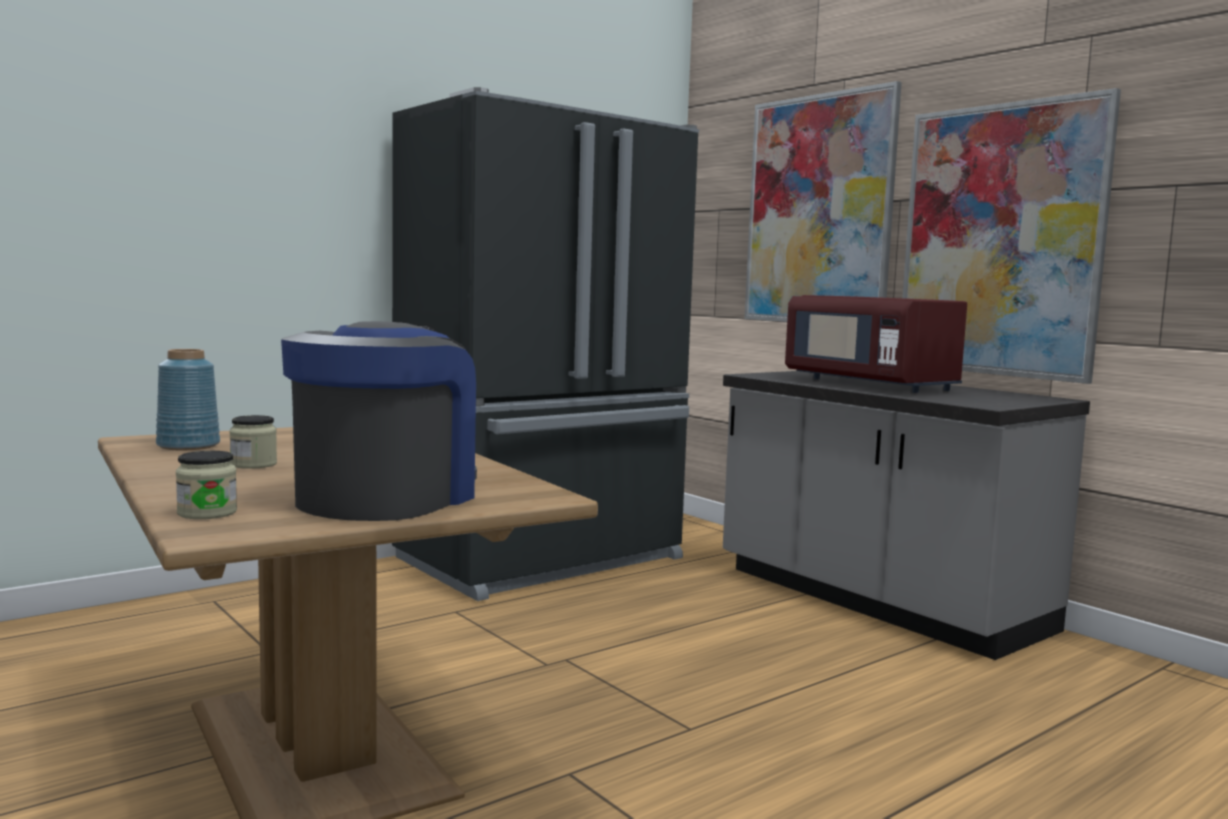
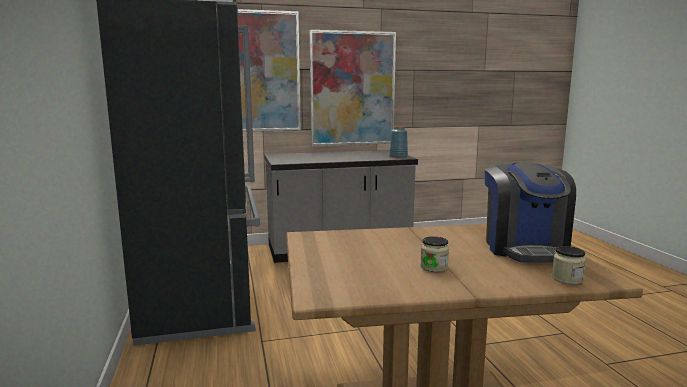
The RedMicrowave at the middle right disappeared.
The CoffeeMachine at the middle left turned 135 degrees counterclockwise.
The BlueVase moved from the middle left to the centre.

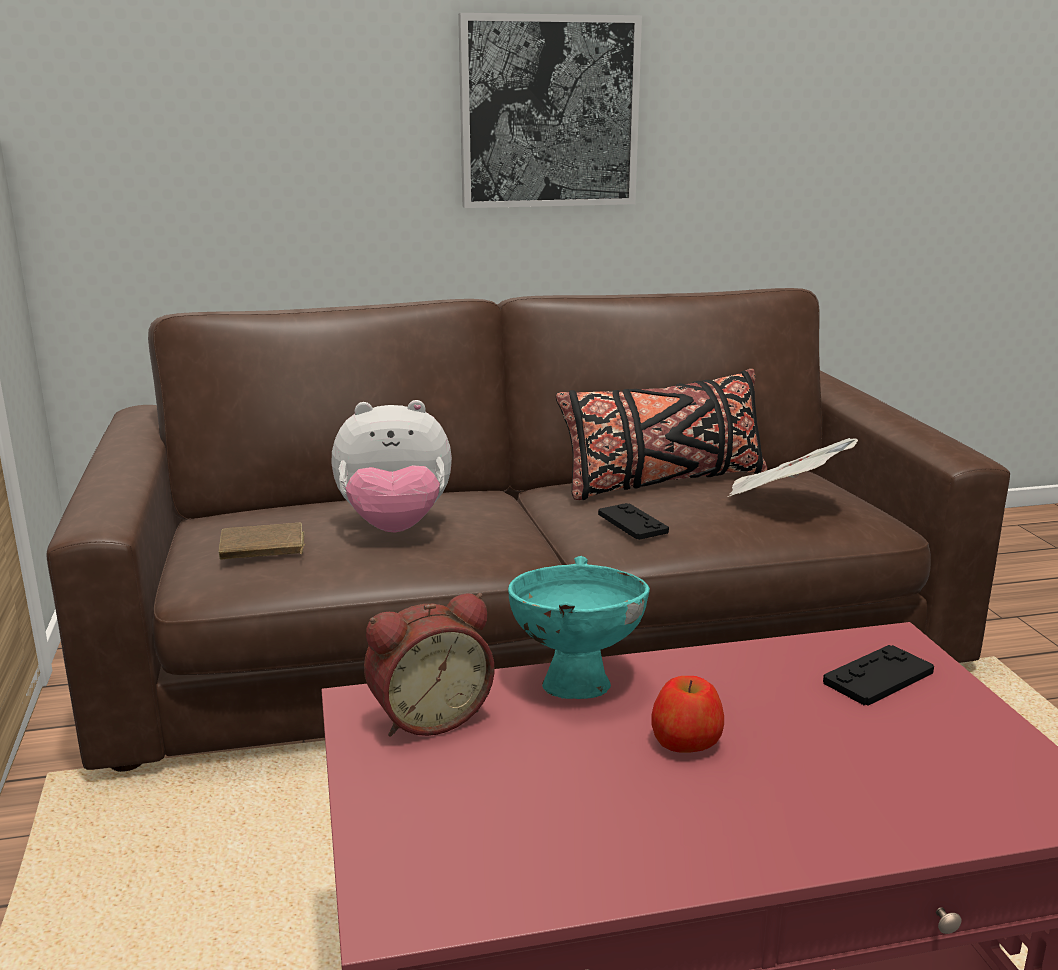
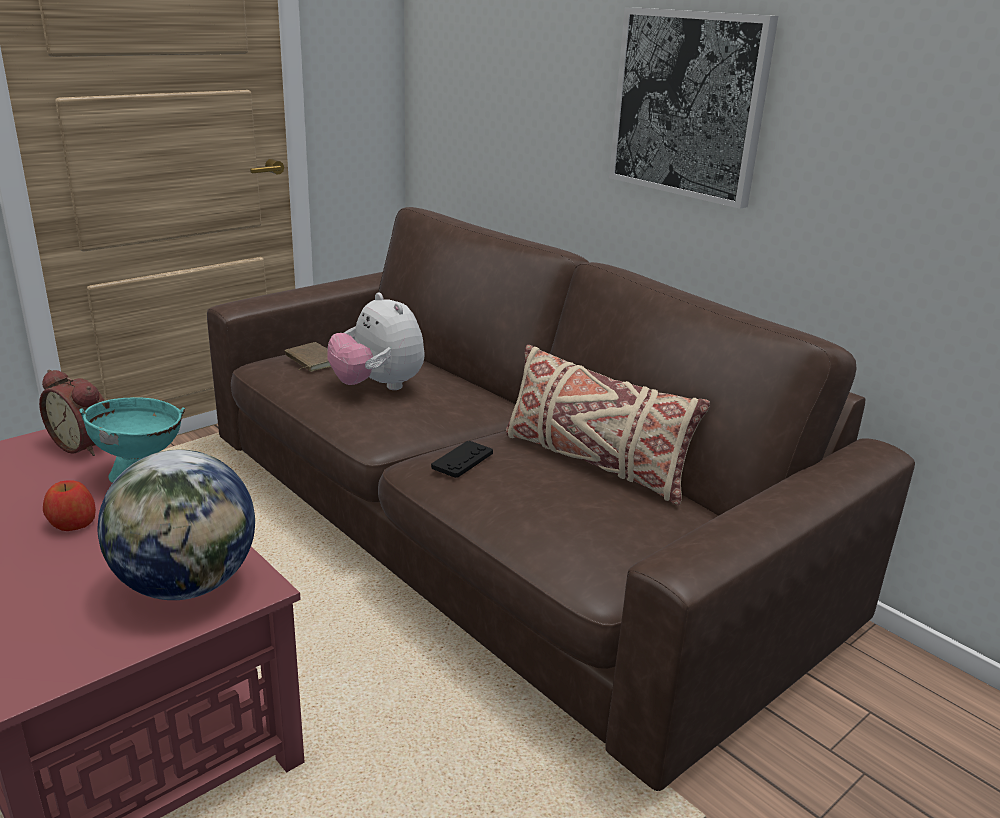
The BlackPillow at the centre became the BeigePillow at the centre.
The Newspaper at the middle right disappeared.
The BlackGameController (no. 2 from left) at the bottom right was replaced by the Globe at the middle left.

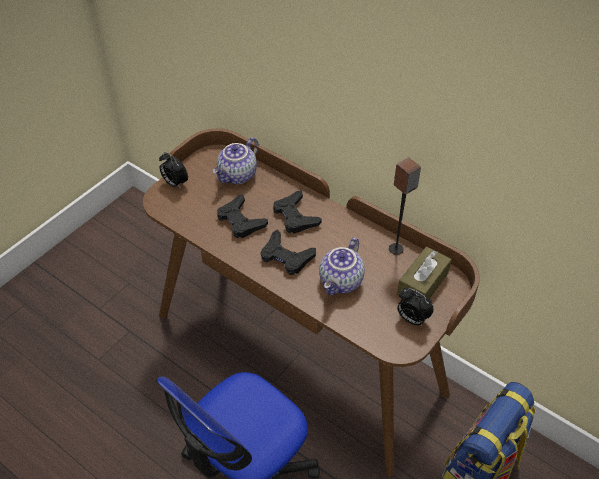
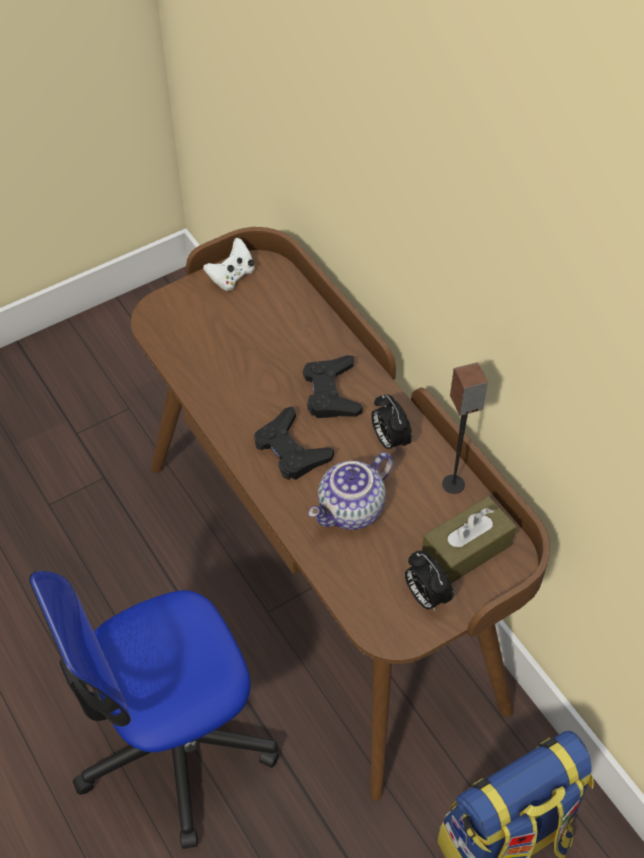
The Teapot (no. 1 from left) at the centre disappeared.
The AlarmClock (no. 1 from left) moved from the middle left to the centre.
The BlackGameController (no. 1 from left) at the centre disappeared.
The WhiteGameController at the top centre appeared.

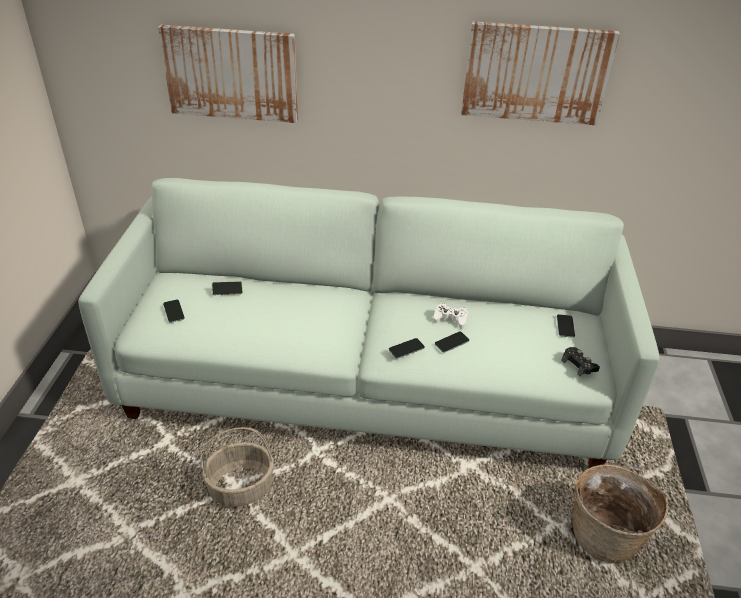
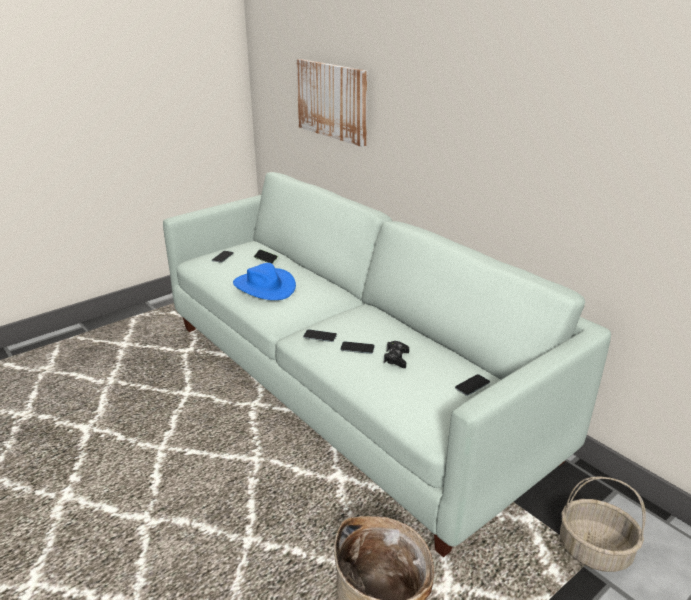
The Picture (no. 2 from left) at the top right disappeared.
The WhiteGameController at the centre disappeared.
The BlackGameController moved from the middle right to the centre.
The Basket (no. 1 from left in the first image) moved from the bottom left to the bottom right.
The BlueHat at the centre appeared.

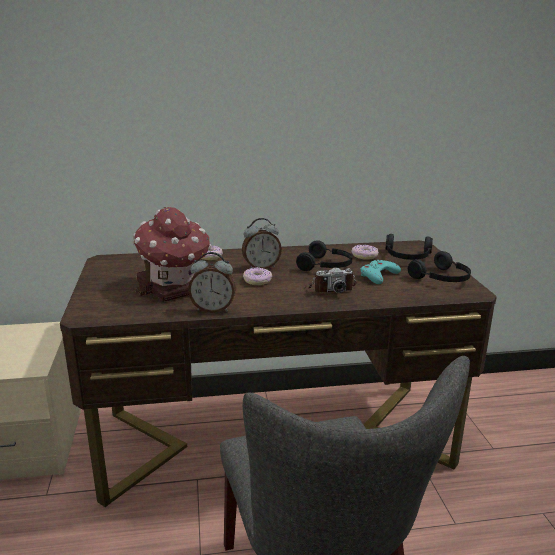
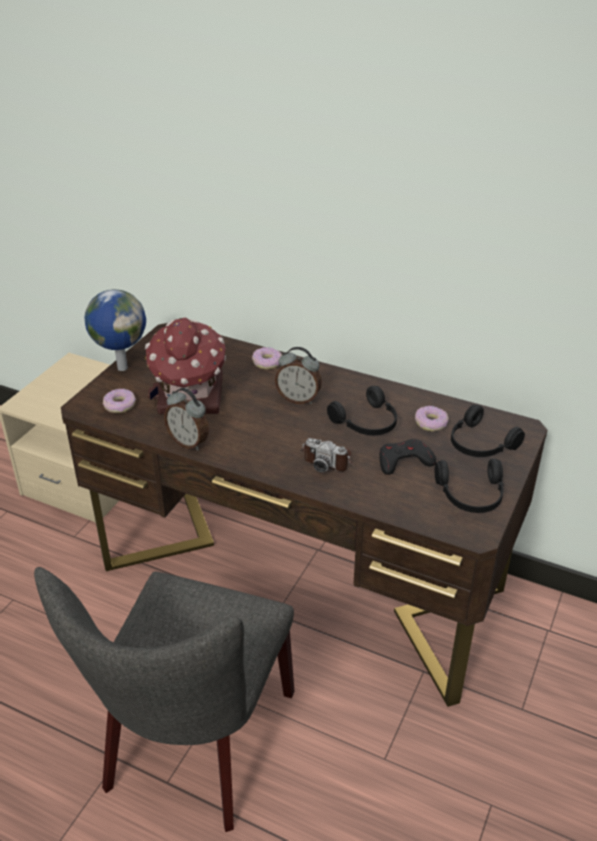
The TurquoiseGameController at the middle right became the BlackGameController at the middle right.
The Donut (no. 2 from left in the first image) moved from the centre to the middle left.
The Globe at the middle left appeared.

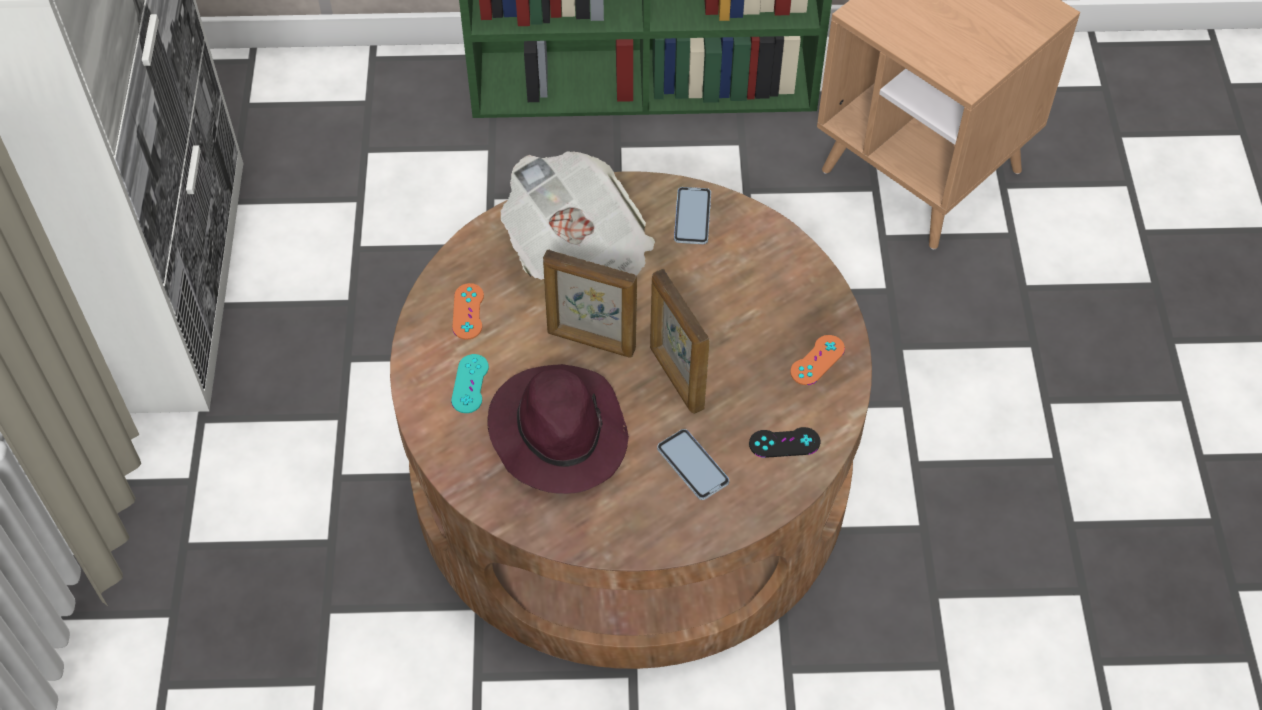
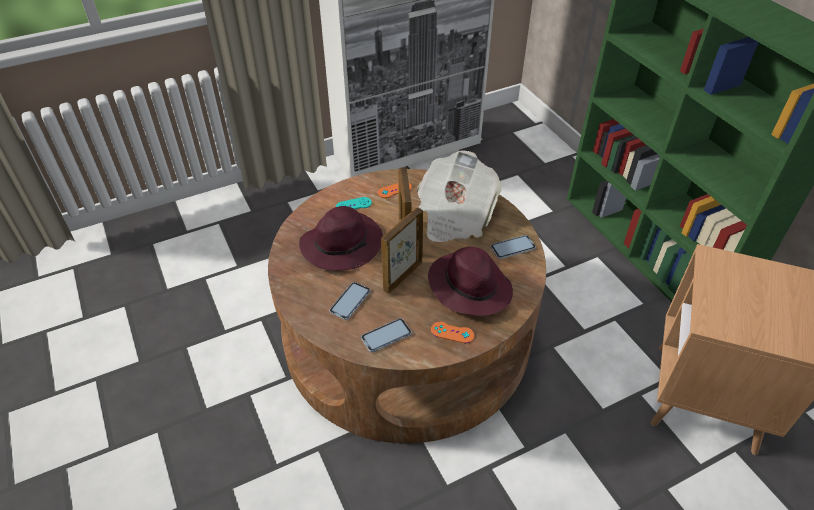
The BlackGameController at the centre was replaced by the Phone (no. 2 from left) at the centre.
The PurpleHat (no. 2 from left) at the centre appeared.

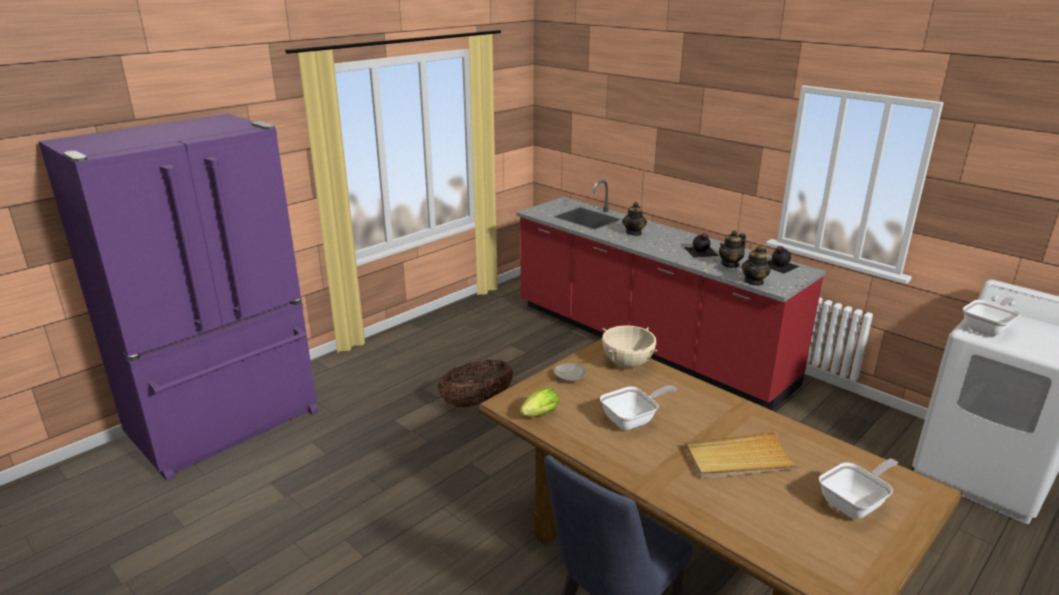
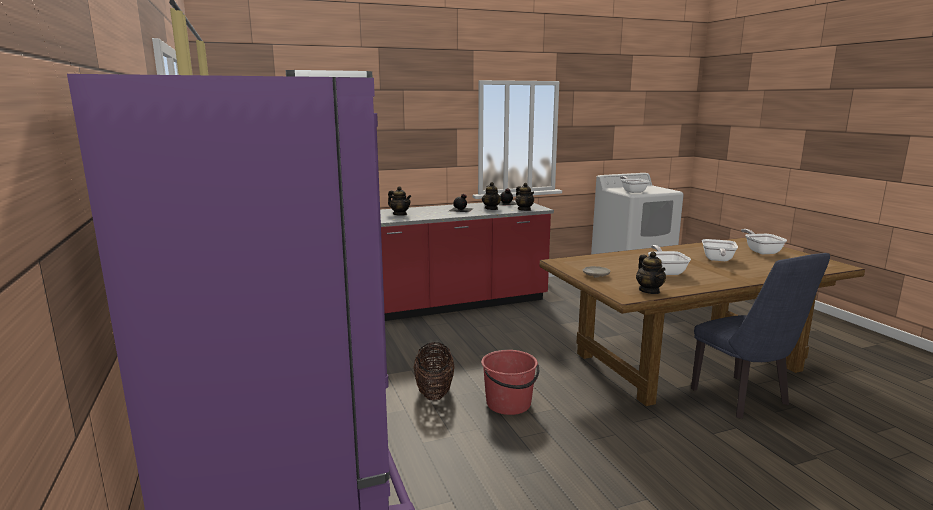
The BeigeCookingPot at the centre disappeared.
The Lettuce at the bottom centre was replaced by the Teapot (no. 4 from left) at the middle right.
The BeigeTray at the bottom right was replaced by the FryingPan (no. 3 from left) at the middle right.
The RedBucket at the bottom centre appeared.

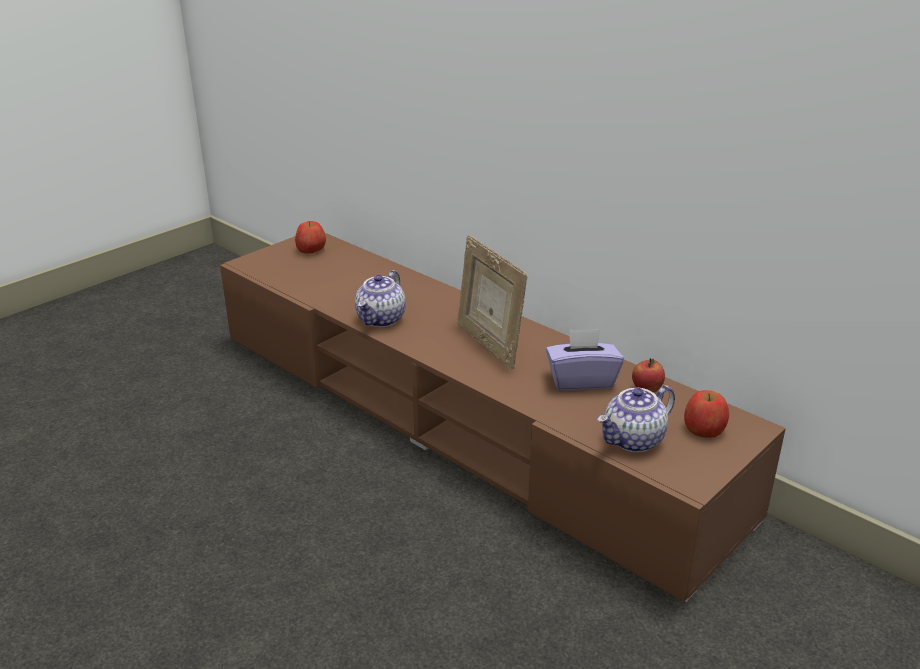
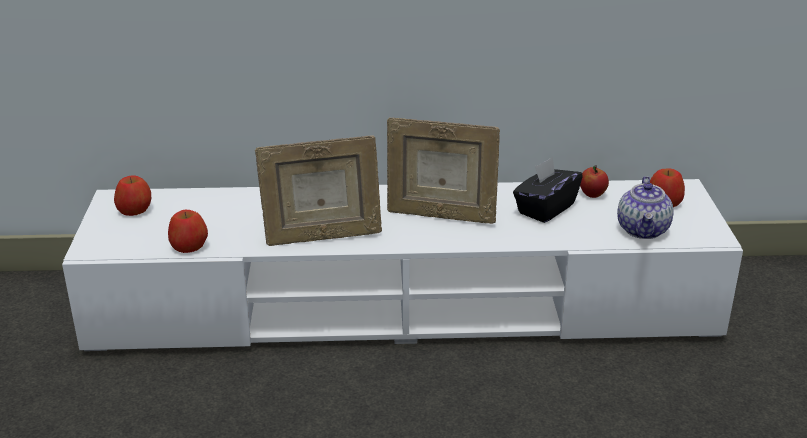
The BrownTvStand at the centre became the WhiteTvStand at the centre.
The Teapot (no. 1 from left) at the centre was replaced by the PictureFrame (no. 1 from left) at the centre.
The PurpleTissueBox at the centre became the BlackTissueBox at the middle right.
The Apple (no. 2 from left) at the middle left appeared.

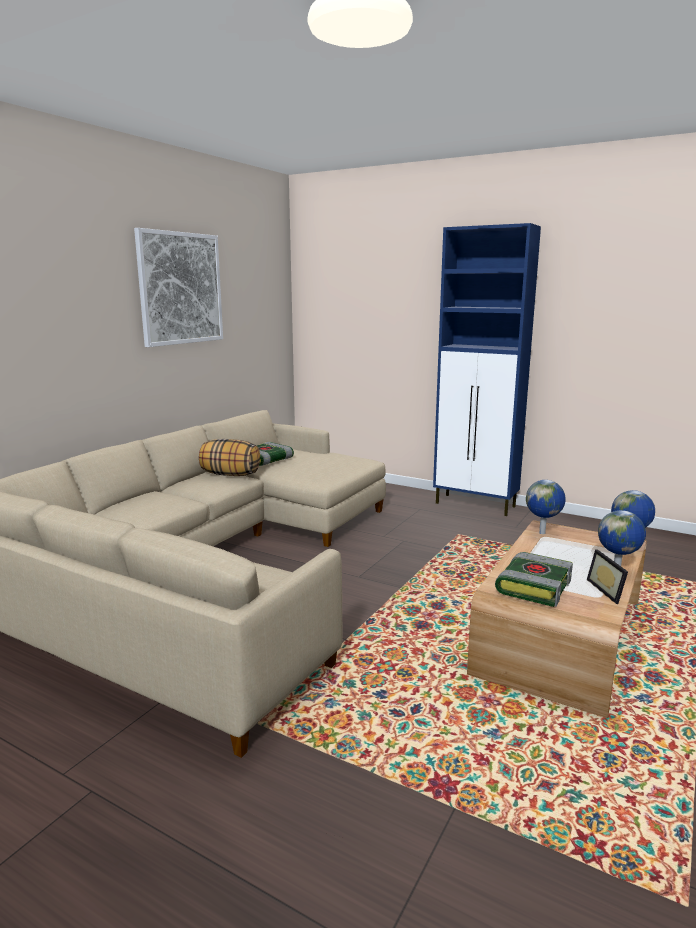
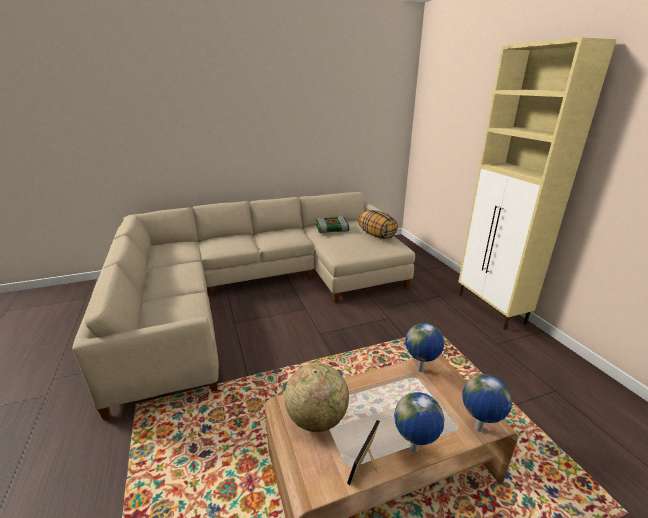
The BlueCabinet at the middle right became the BeigeCabinet at the middle right.
The Picture at the top left disappeared.
The Pillow moved from the middle left to the centre.
The Book (no. 2 from left) at the middle right was replaced by the Globe (no. 1 from left) at the bottom centre.

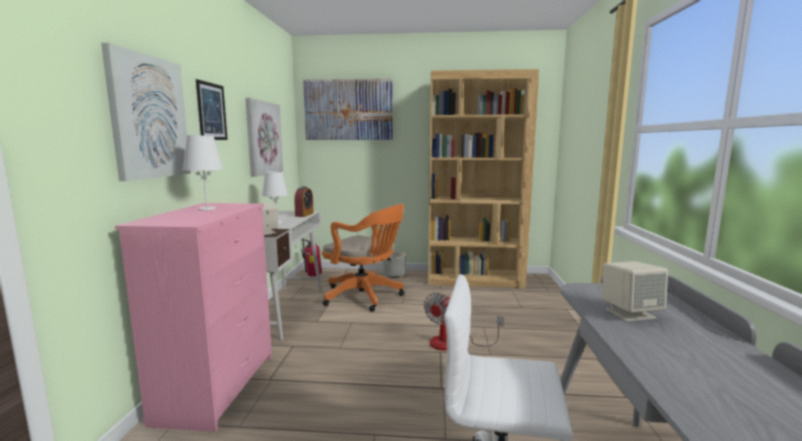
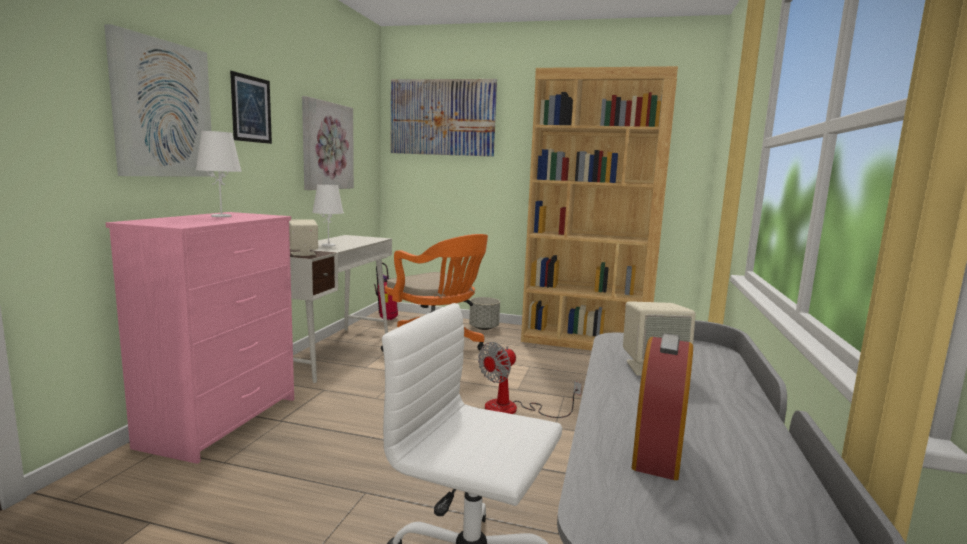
The AlarmClock moved from the centre to the bottom right.

